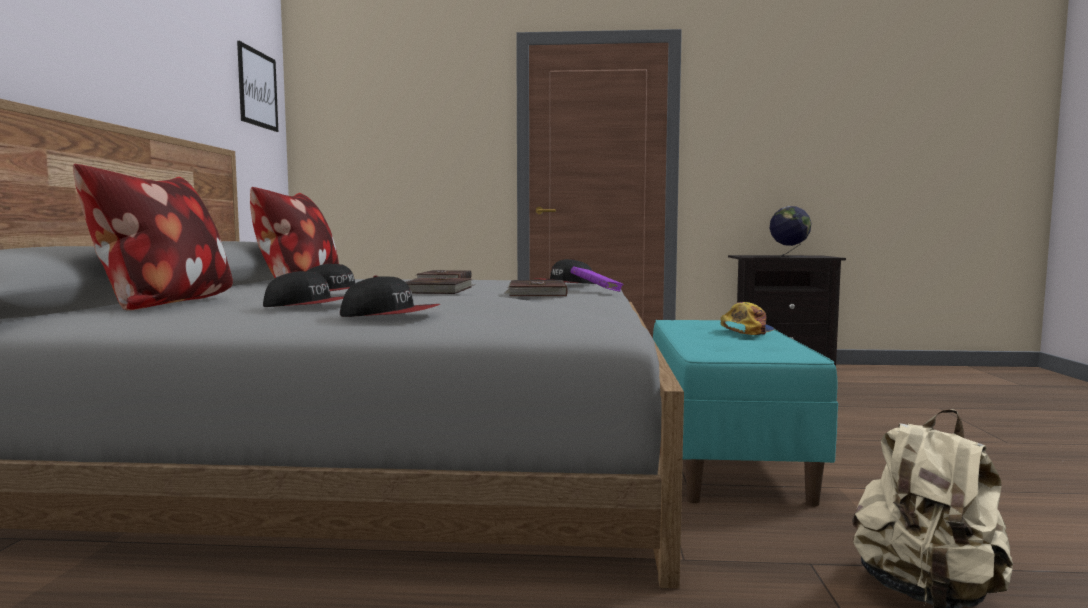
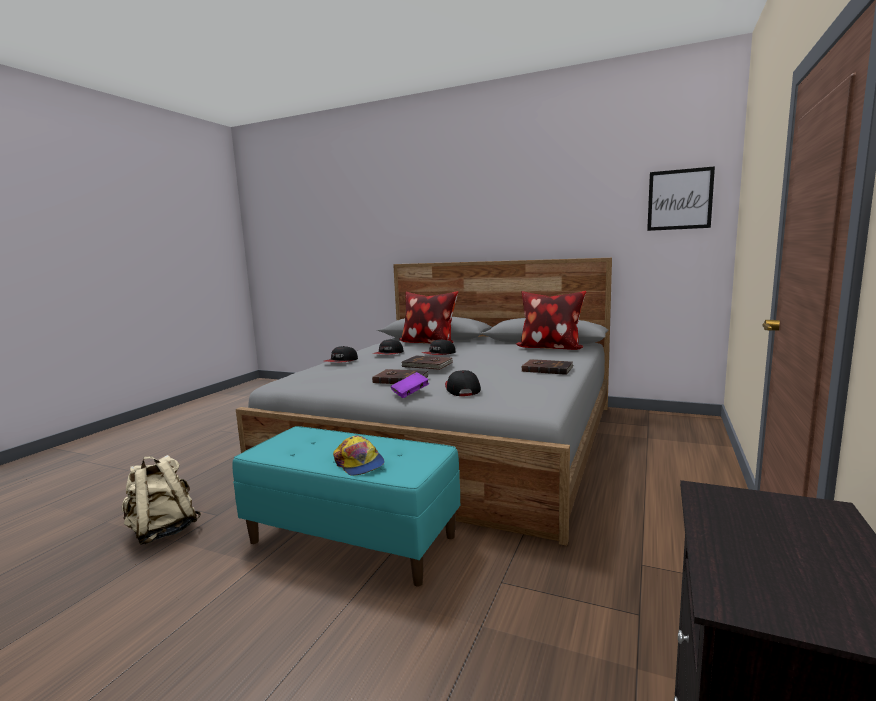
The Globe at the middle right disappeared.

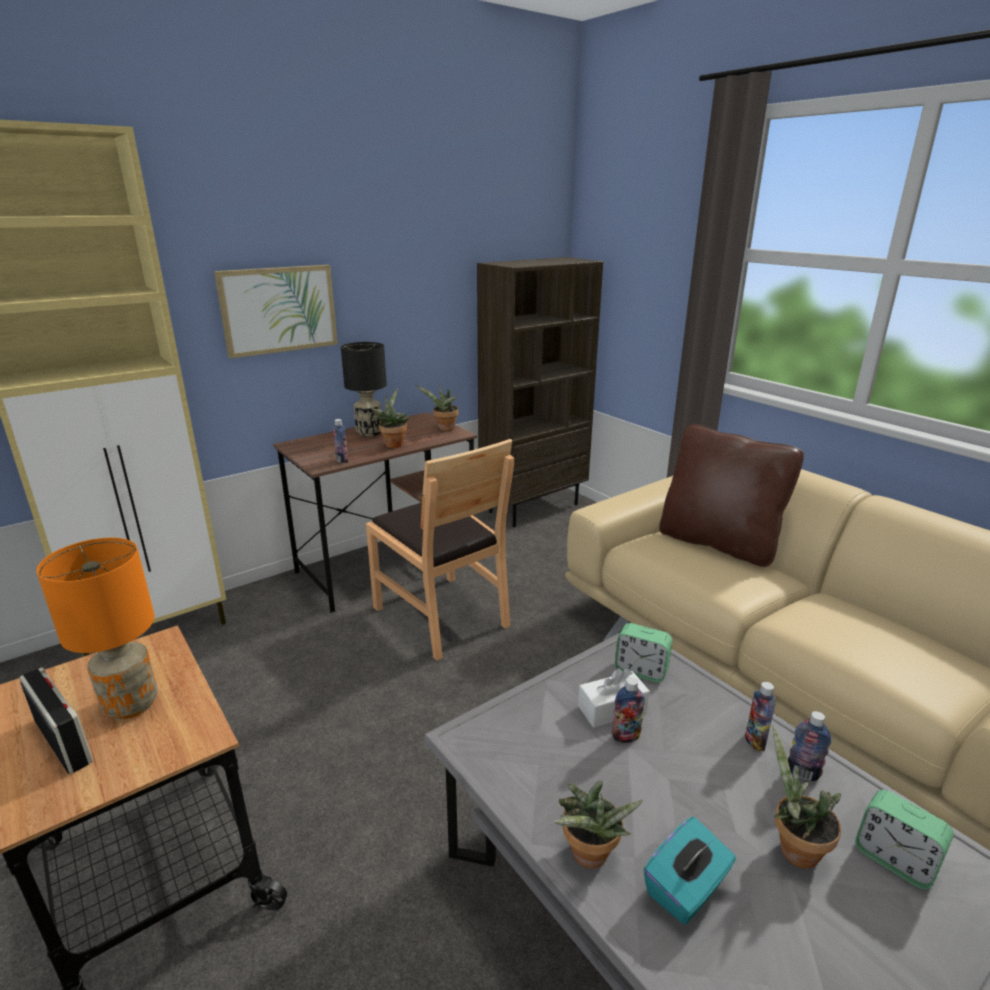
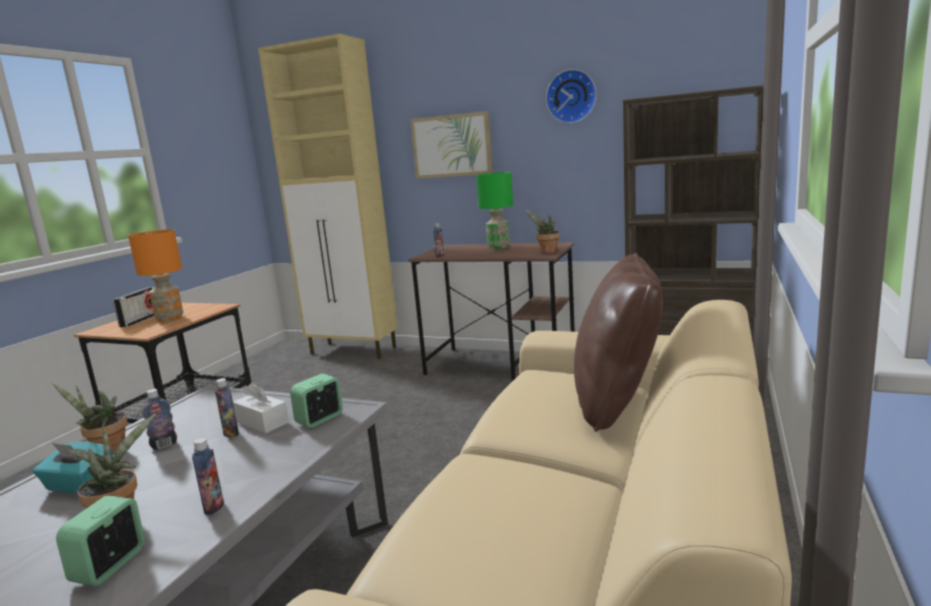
The BlackTableLamp at the centre became the GreenTableLamp at the centre.
The PottedPlant (no. 1 from left) at the centre disappeared.
The BrownChair at the centre disappeared.
The AlarmClock (no. 1 from left in the first image) at the centre turned 45 degrees clockwise.
The Bottle (no. 3 from left in the first image) moved from the bottom right to the bottom left.
The WallClock at the top centre appeared.

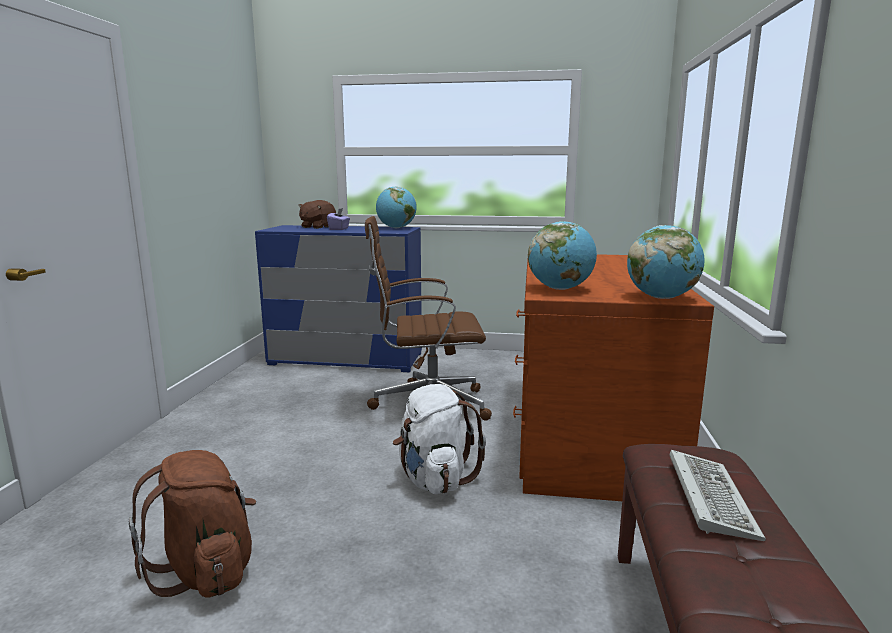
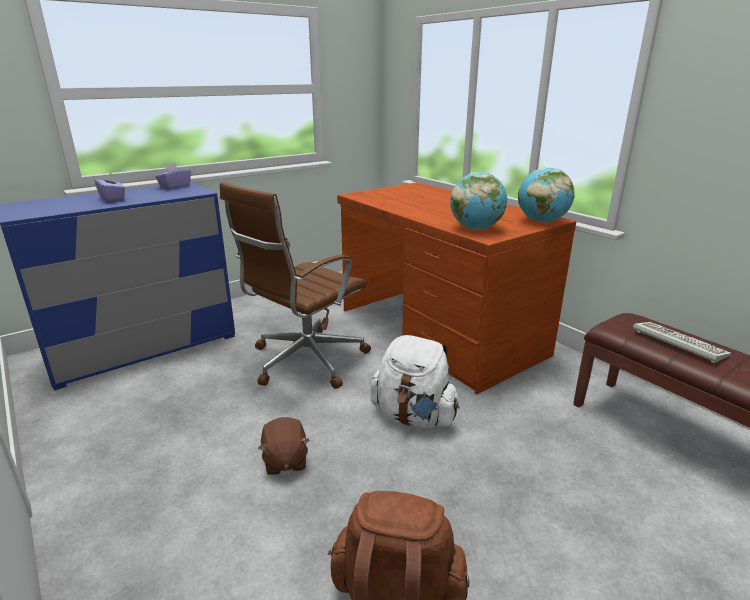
The Globe (no. 1 from left) at the top centre was replaced by the PurpleTissueBox (no. 2 from left) at the top left.
The BrownPlushToy moved from the centre to the bottom centre.

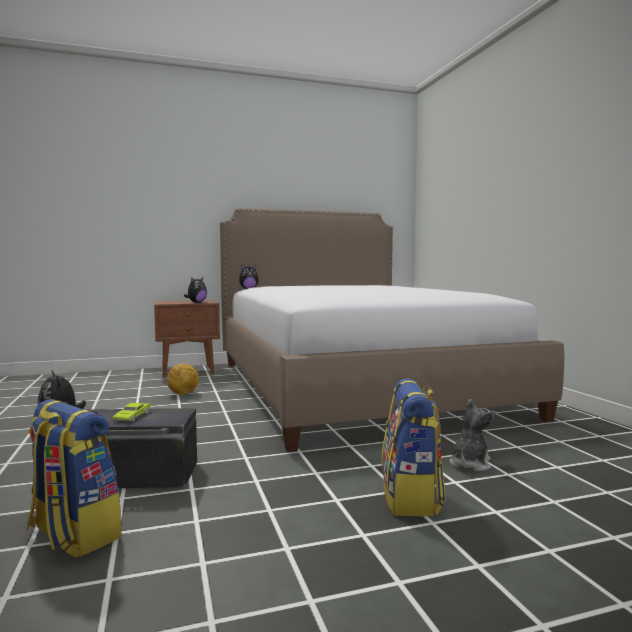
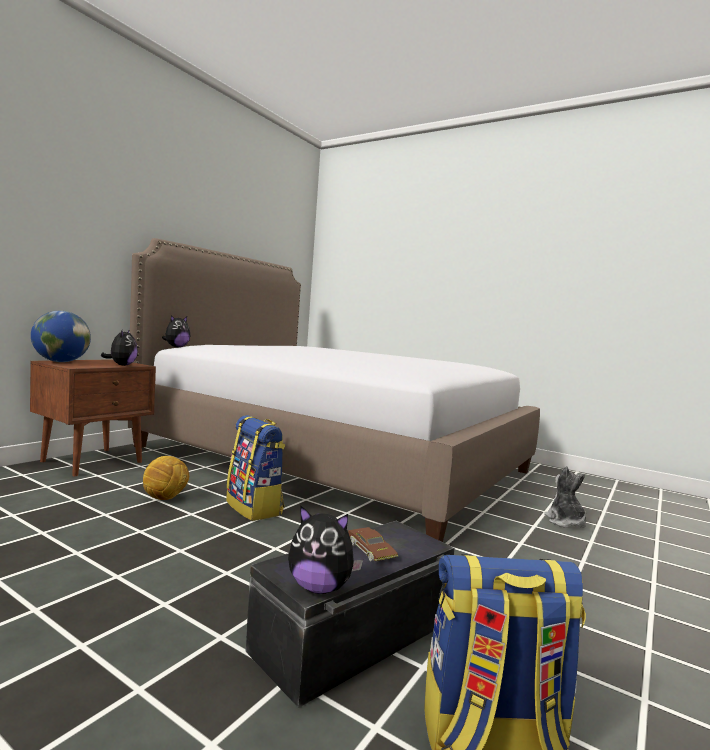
The Backpack (no. 2 from left in the first image) moved from the bottom centre to the centre.
The GreenToyCar at the middle left became the BrownToyCar at the bottom centre.
The Globe at the middle left appeared.

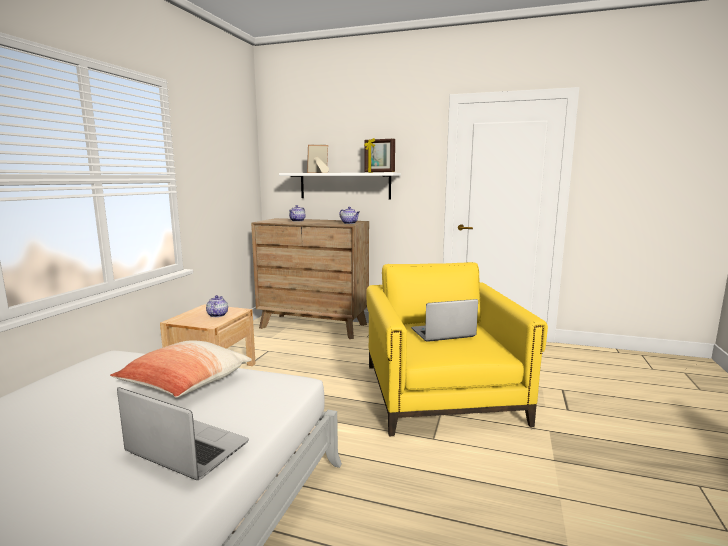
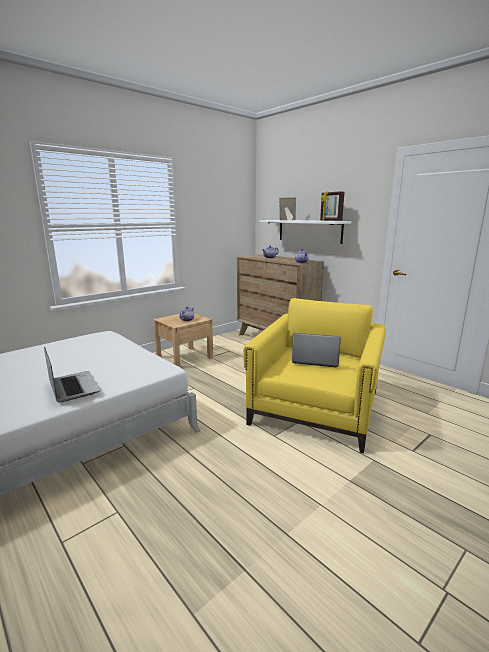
The Pillow at the bottom left disappeared.

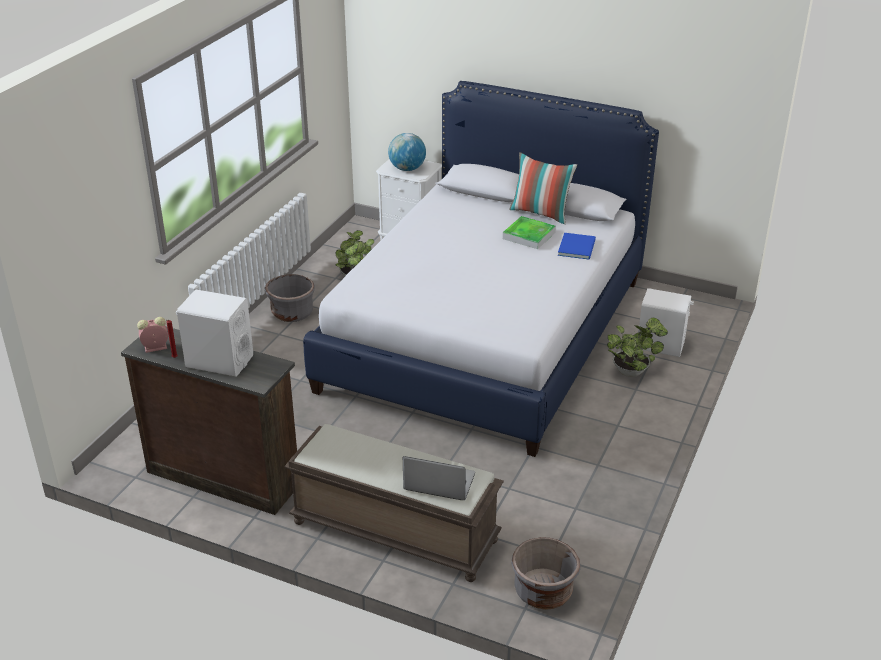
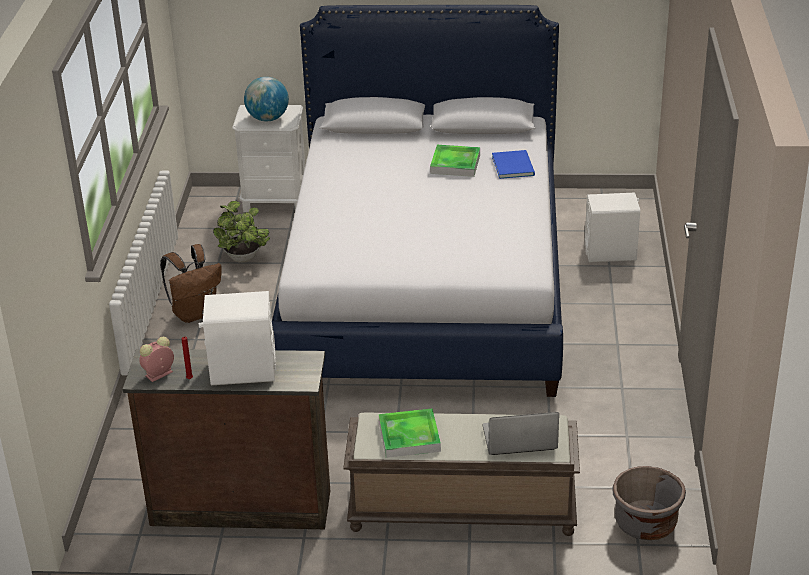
The Pillow at the top centre disappeared.
The GreyPlanter (no. 1 from left) at the middle left was replaced by the BrownBackpack at the middle left.
The PottedPlant (no. 2 from left) at the middle right disappeared.
The Tray (no. 1 from left) at the bottom centre appeared.

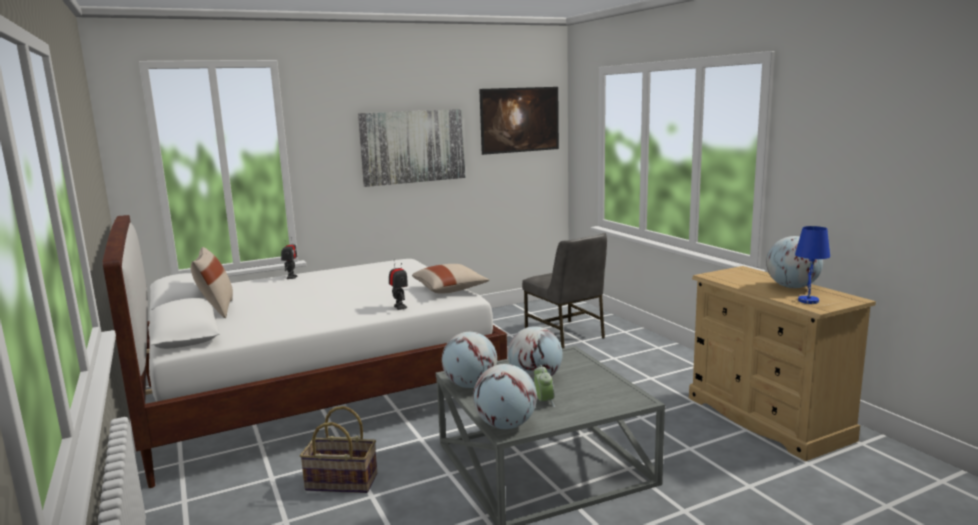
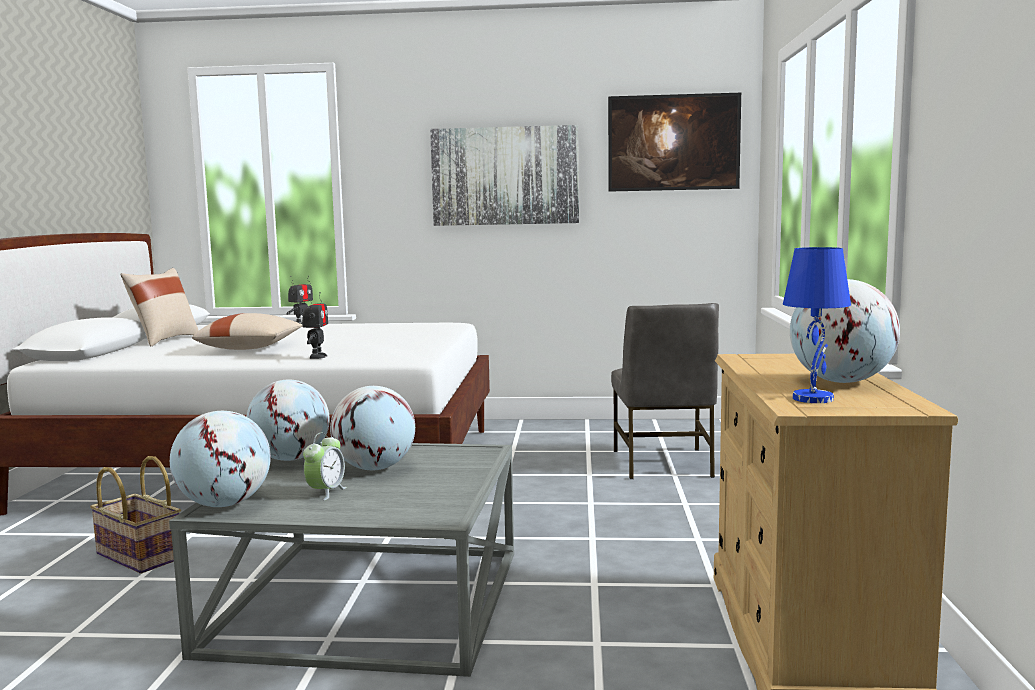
The BeigePillow (no. 2 from left) moved from the centre to the middle left.

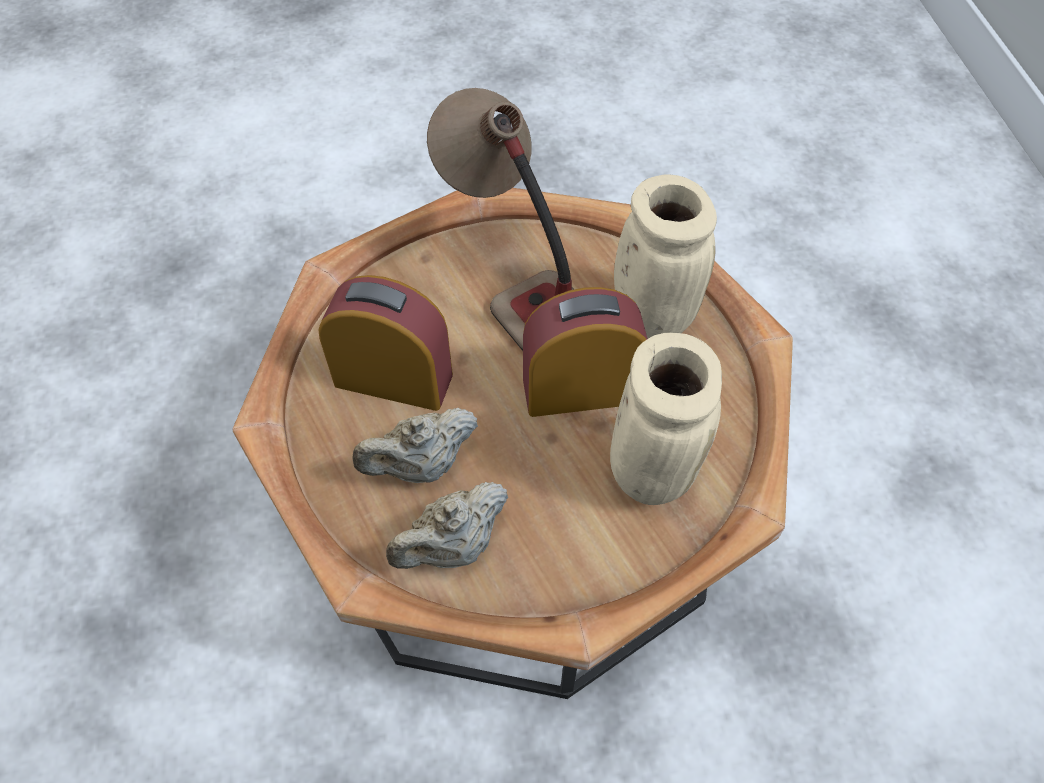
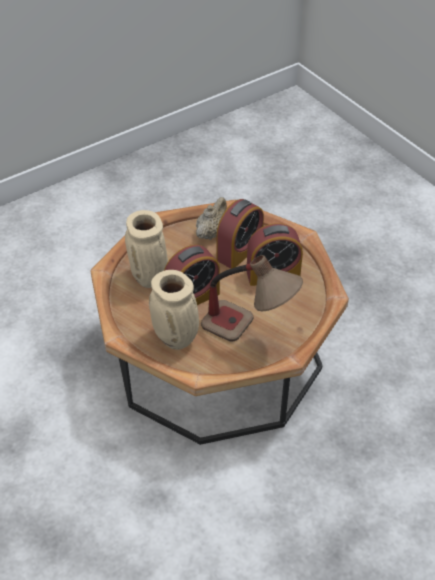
The BeigeTeapot (no. 1 from left) at the centre was replaced by the AlarmClock (no. 2 from left) at the centre.

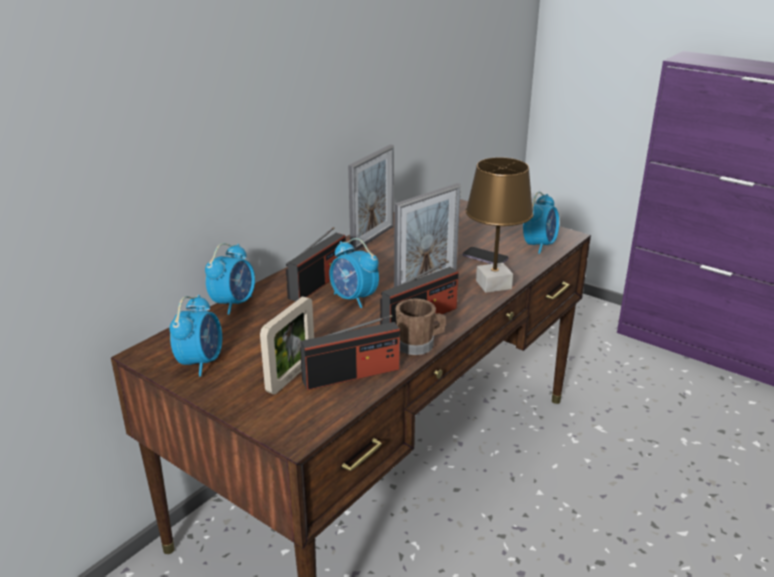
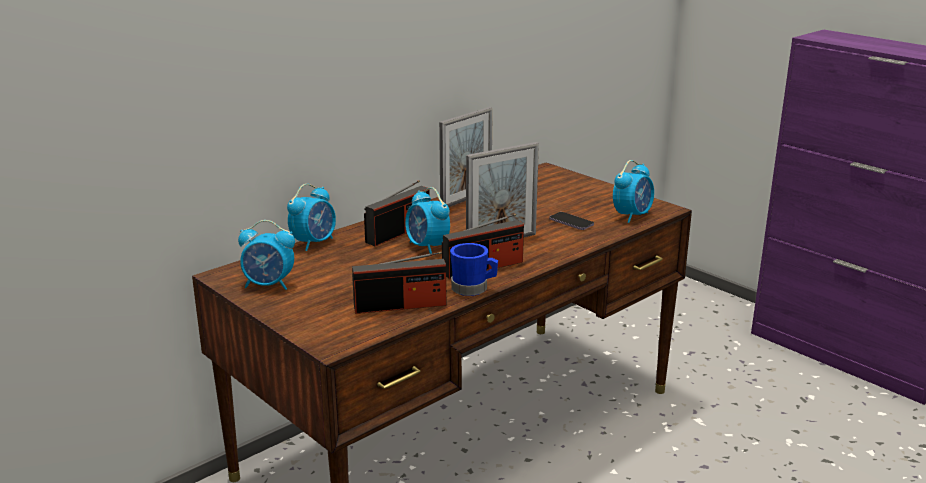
The BrownTableLamp at the centre disappeared.
The AlarmClock (no. 1 from left) at the middle left turned 75 degrees clockwise.
The PictureFrame (no. 1 from left) at the centre disappeared.
The BrownMug at the centre became the BlueMug at the centre.

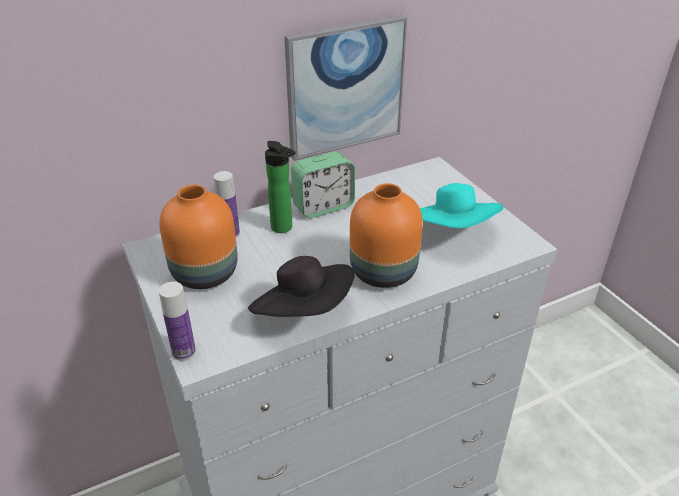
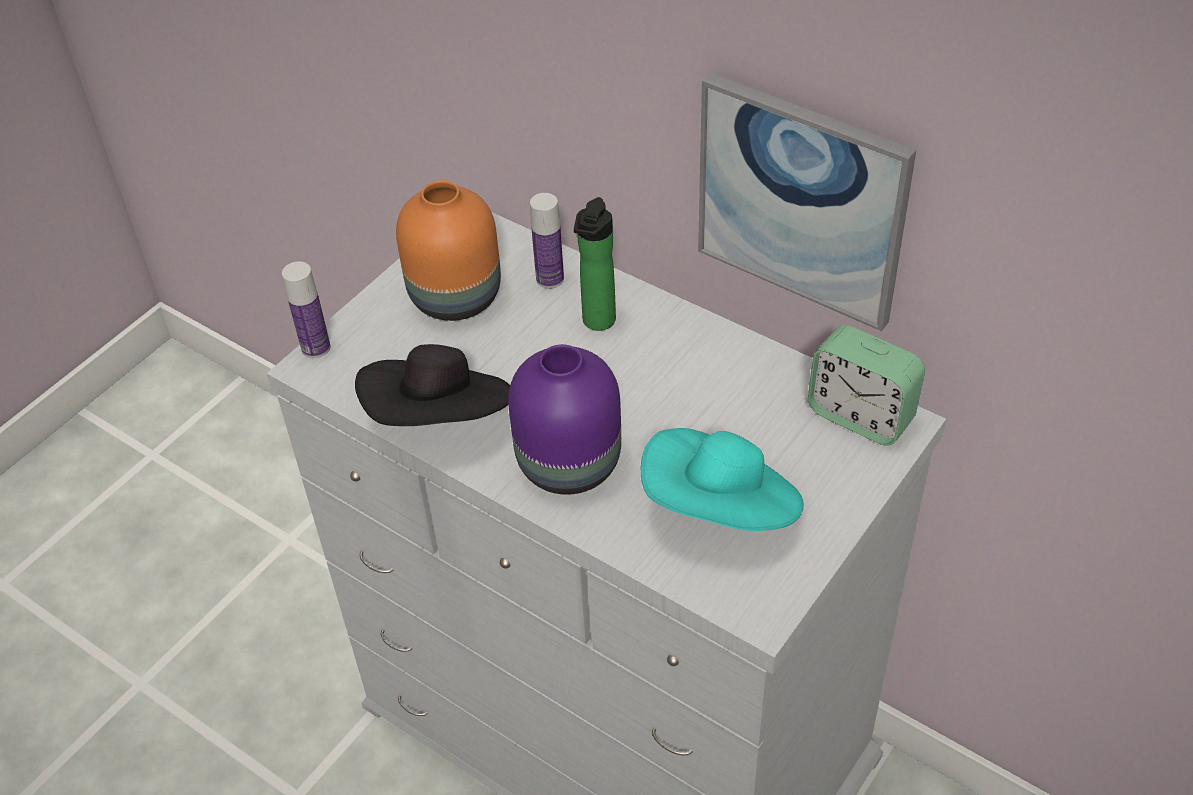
The AlarmClock moved from the centre to the middle right.
The OrangeVase (no. 2 from left) at the centre became the PurpleVase at the centre.

